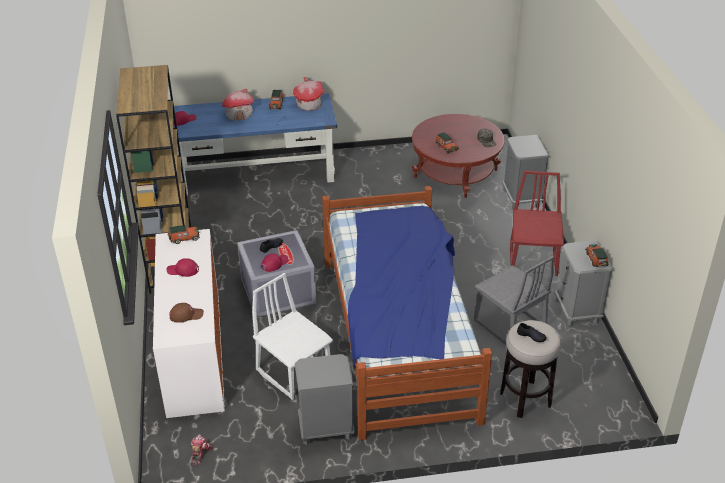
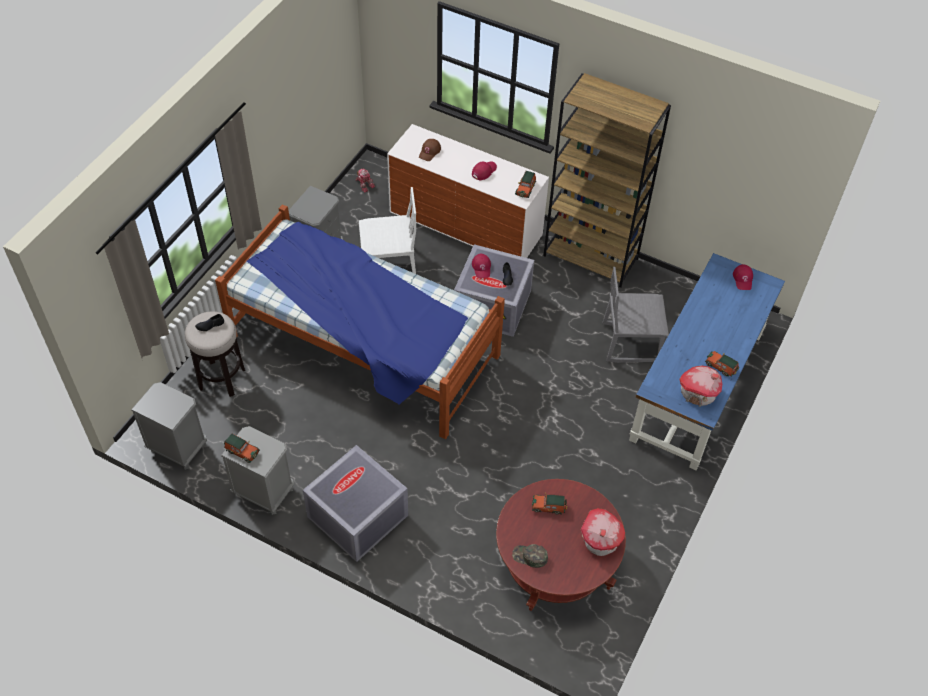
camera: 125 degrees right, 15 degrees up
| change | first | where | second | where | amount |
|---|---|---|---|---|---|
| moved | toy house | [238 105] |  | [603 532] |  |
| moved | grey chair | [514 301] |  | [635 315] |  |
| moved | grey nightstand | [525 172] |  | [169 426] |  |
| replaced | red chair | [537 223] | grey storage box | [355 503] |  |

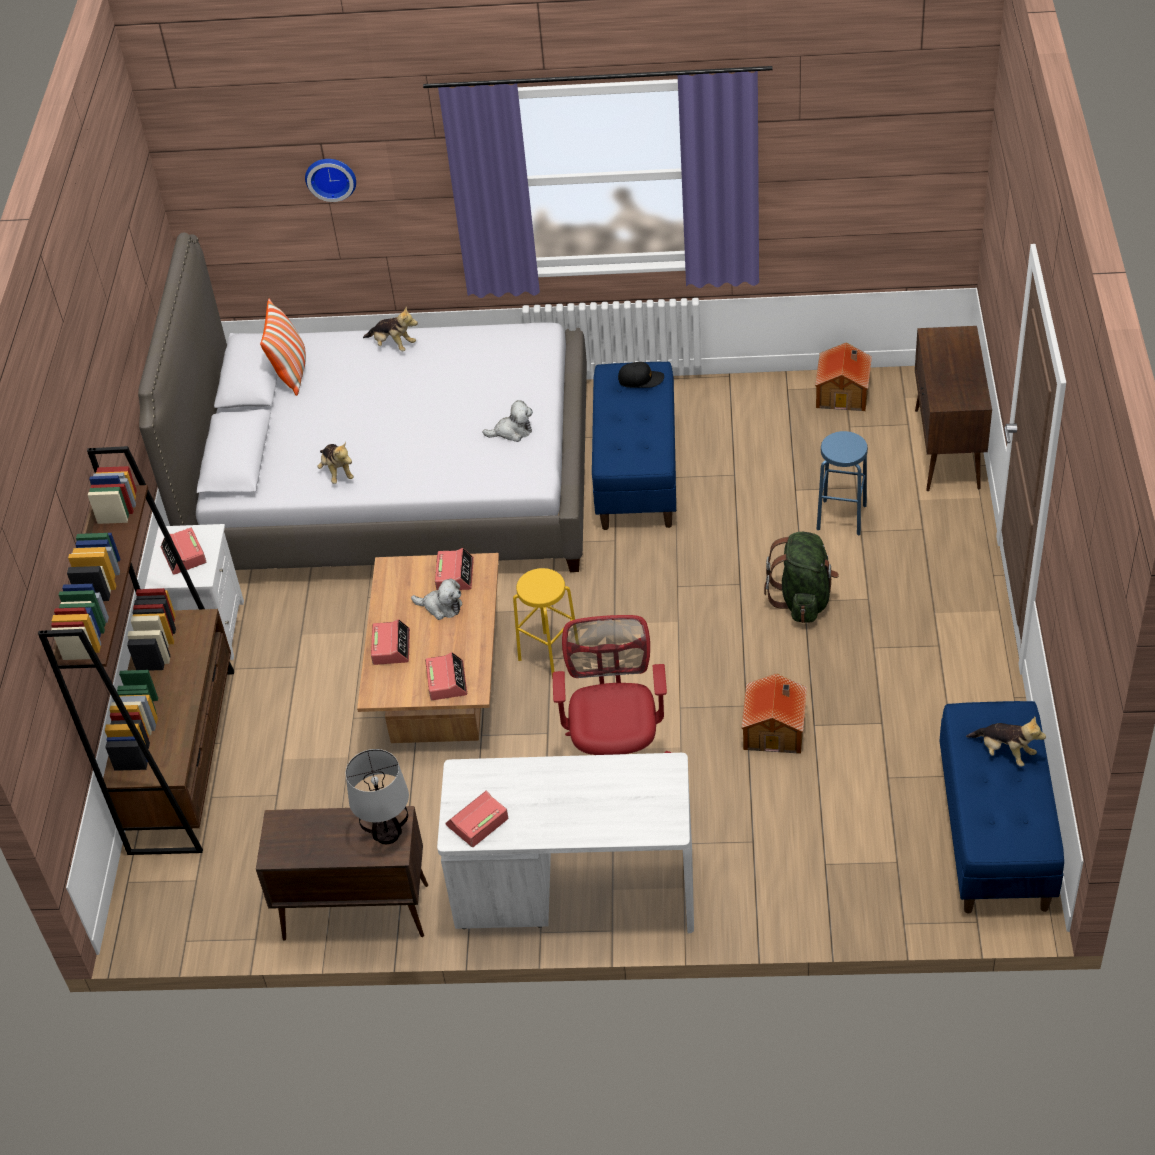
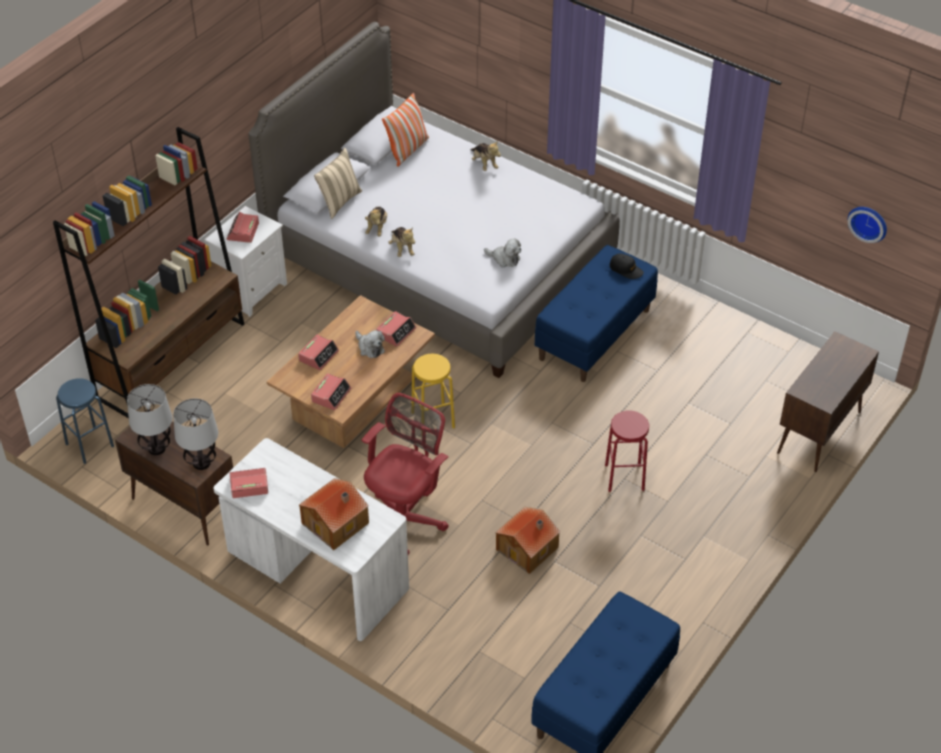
camera: 30 degrees right, 0 degrees up
| change | first | where | second | where | amount |
|---|---|---|---|---|---|
| moved | wall clock | [330 180] |  | [867 225] |  |
| replaced | green backpack | [801 577] | red stool | [627 451] |  |
| moved | toy house | [843 377] |  | [334 514] |  |
| moved | blue stool | [842 483] |  | [85 421] |  |
| moved | plush toy | [1006 742] |  | [401 242] |  |
| added |  |  | table lamp | [149 419] |  |
| added |  |  | beige pillow | [338 183] |  |

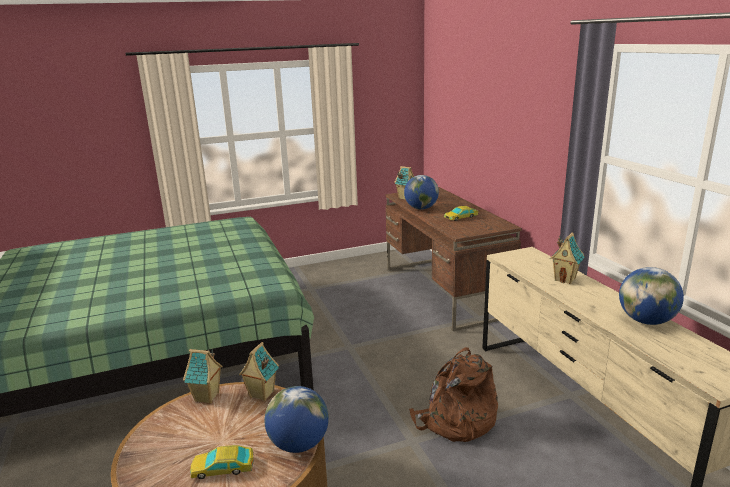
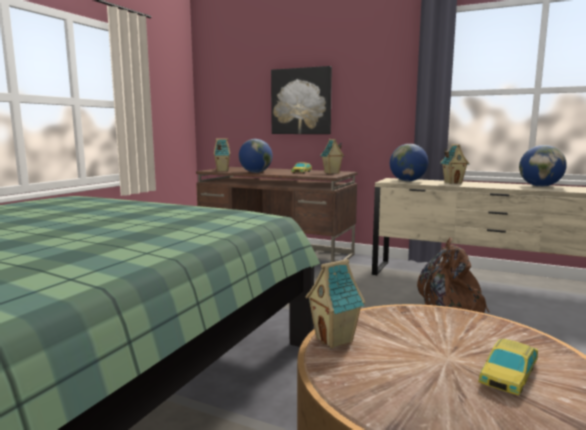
camera: 45 degrees left, 10 degrees down
| change | first | where | second | where | amount |
|---|---|---|---|---|---|
| moved | toy house | [259 371] |  | [332 156] |  |
| moved | globe | [296 419] |  | [409 162] |  |
| added |  |  | picture | [301 100] |  |

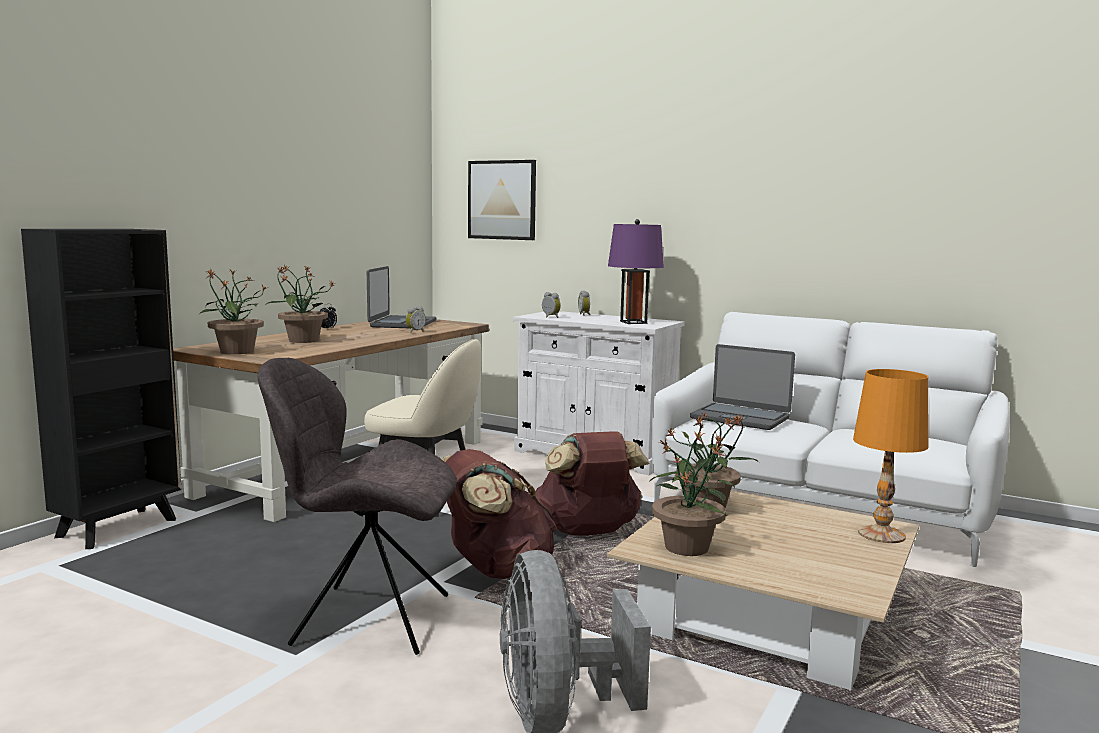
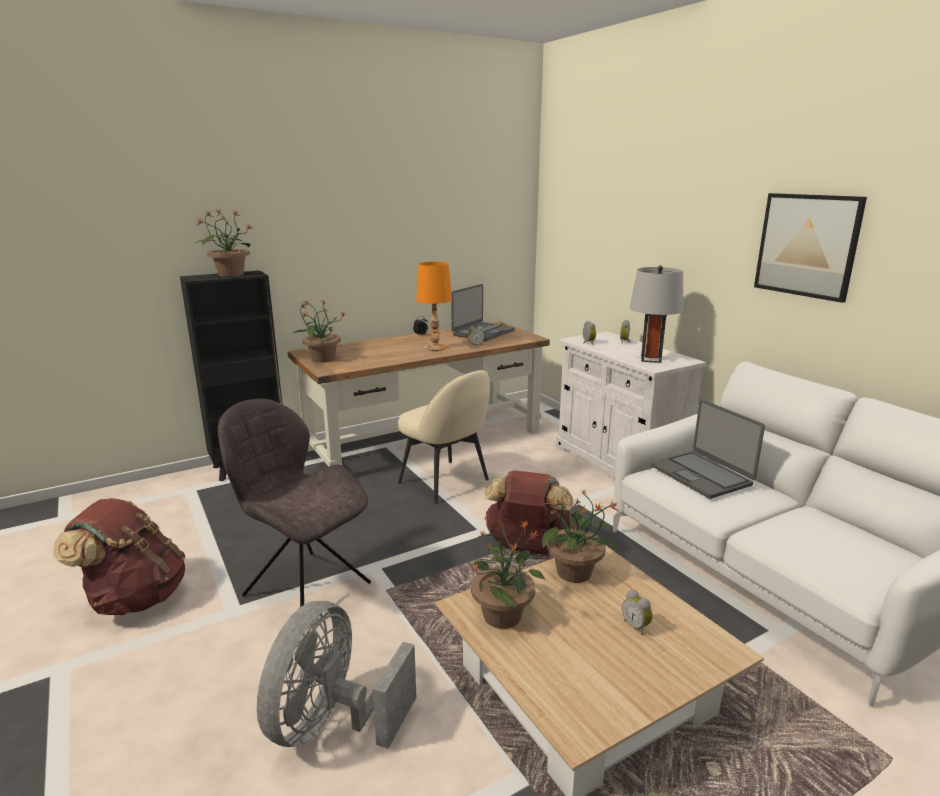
camera: 30 degrees right, 10 degrees up
| change | first | where | second | where | amount |
|---|---|---|---|---|---|
| moved | potted plant | [300 304] |  | [224 243] |  |
| moved | brown backpack | [499 514] |  | [119 556] |  |
| moved | picture | [502 200] |  | [810 248] |  |
| recoloured | purple table lamp | [636 271] | grey table lamp | [656 314] |  |
| moved | orange table lamp | [890 456] |  | [434 306] |  |
| added |  |  | alarm clock | [637 612] |  |

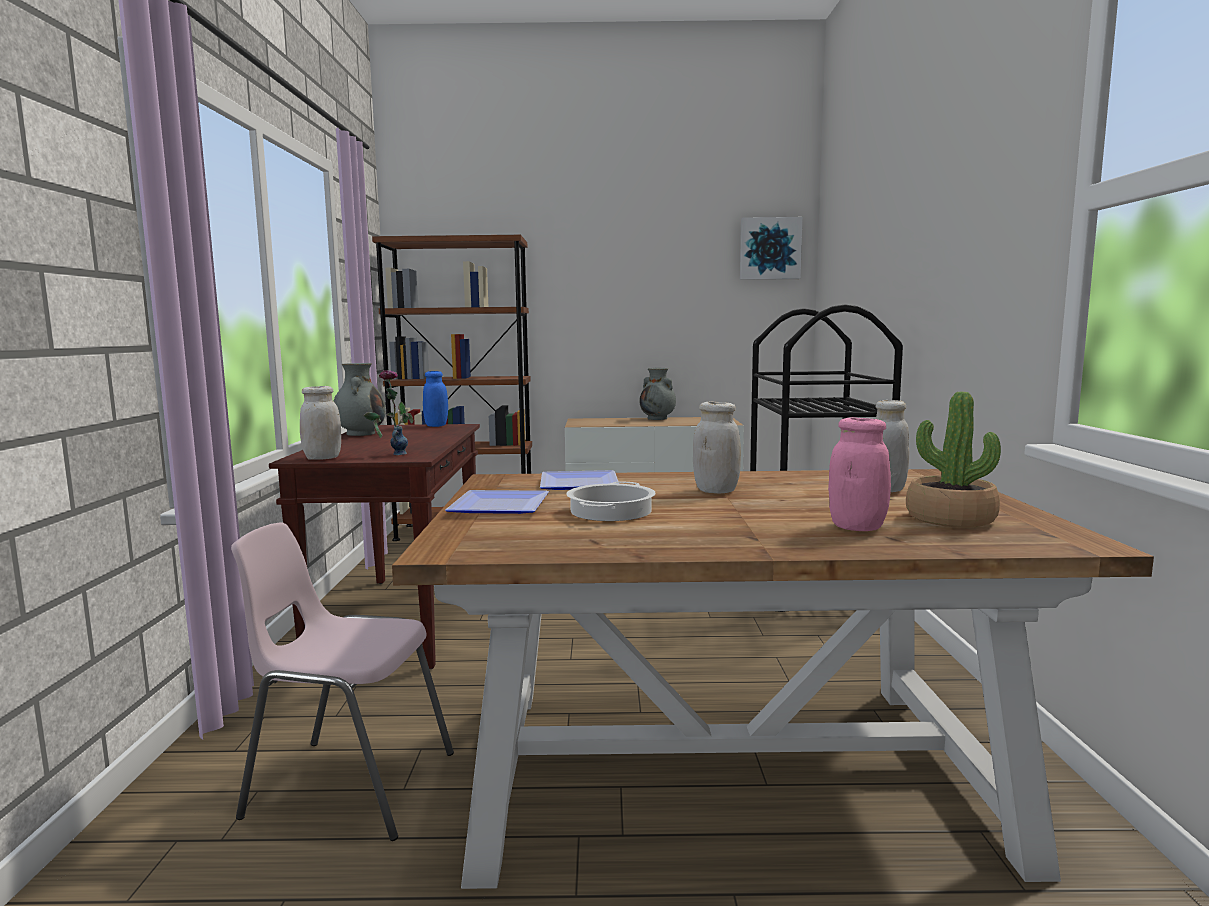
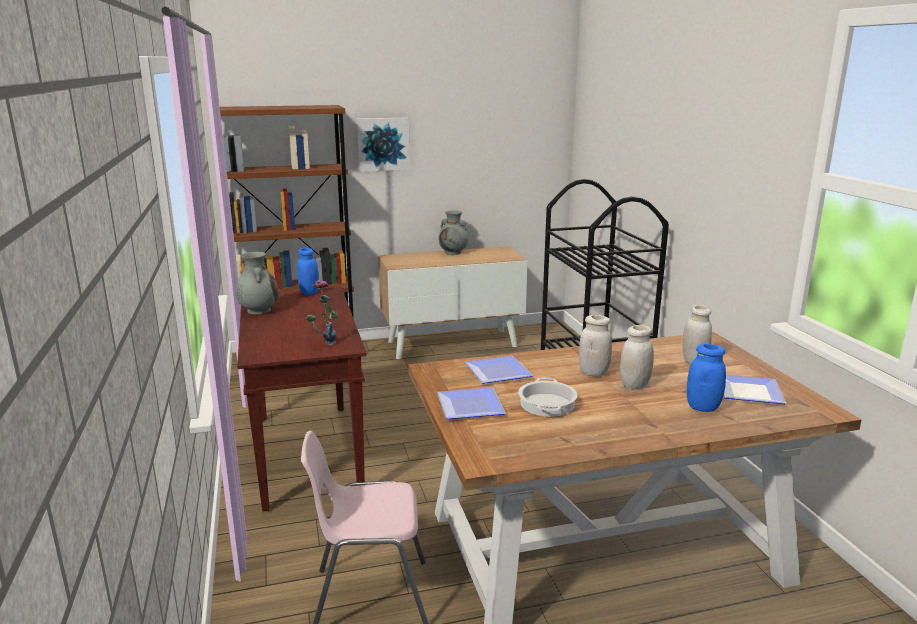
camera: 15 degrees left, 10 degrees up
| change | first | where | second | where | amount |
|---|---|---|---|---|---|
| moved | white jar | [320 423] |  | [637 357] |  |
| moved | picture | [771 248] |  | [383 145] |  |
| recoloured | pink jar | [859 474] | blue jar | [706 378] |  |
| replaced | potted plant | [953 460] | plate | [755 389] |  |

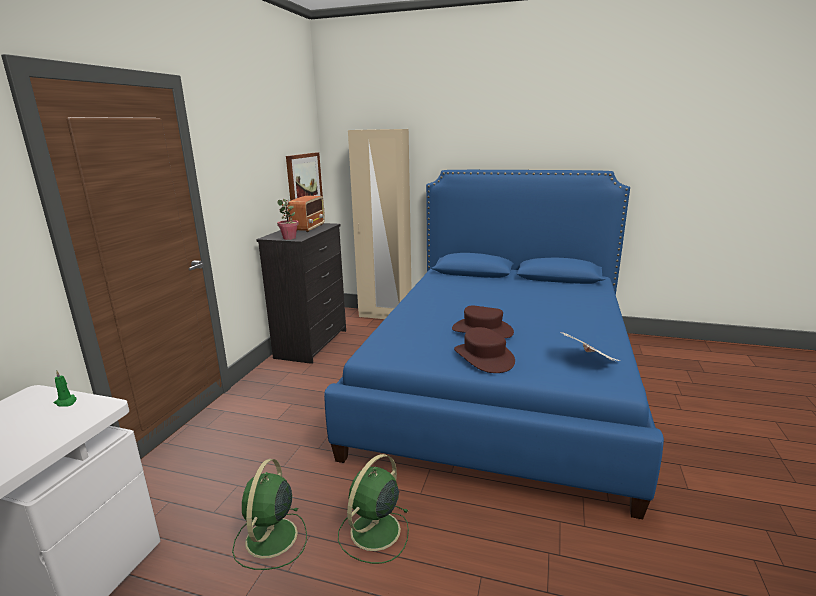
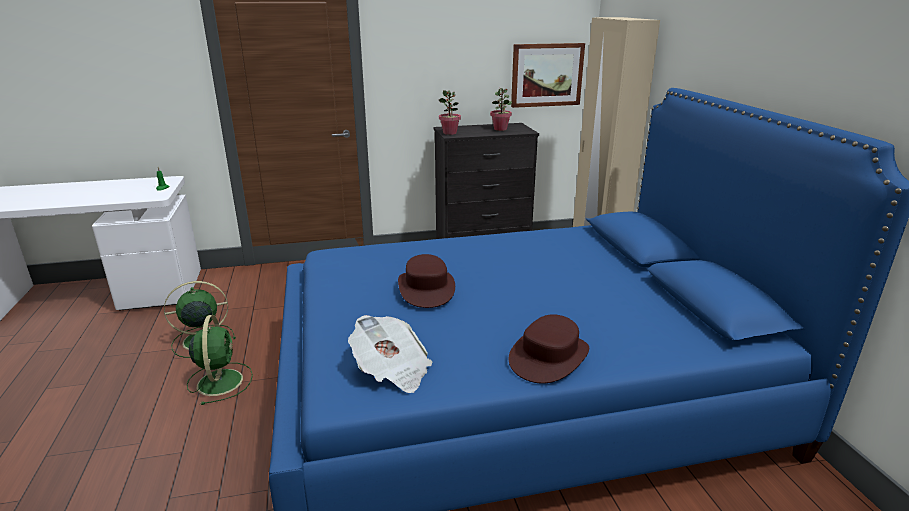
camera: 60 degrees right, 5 degrees up
| change | first | where | second | where | amount |
|---|---|---|---|---|---|
| replaced | radio | [306 214] | potted plant | [501 109] |  |
| turned | green fan | [373 509] |  | [220 360] | 75 degrees clockwise |
| moved | brown hat | [484 350] |  | [549 349] |  |

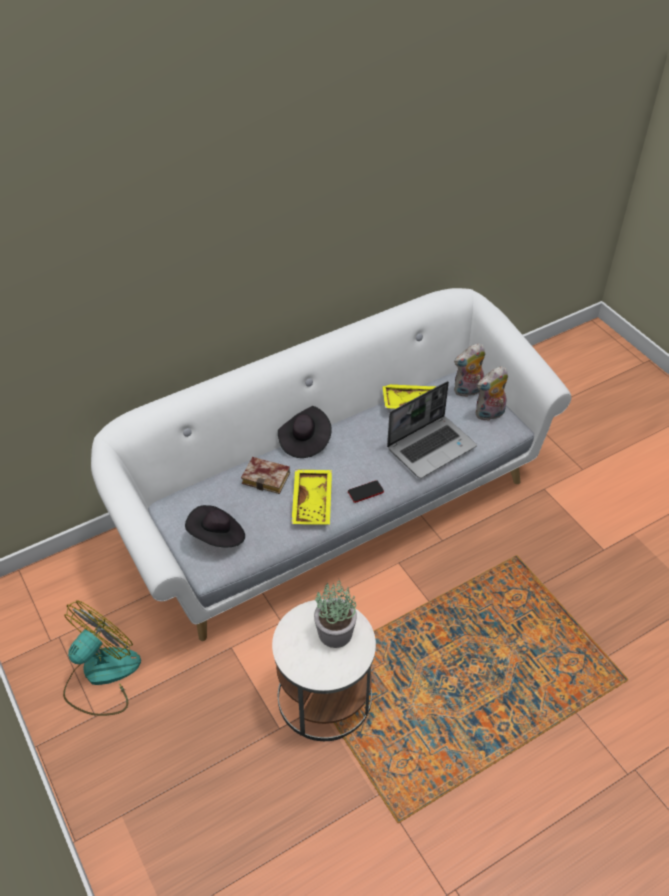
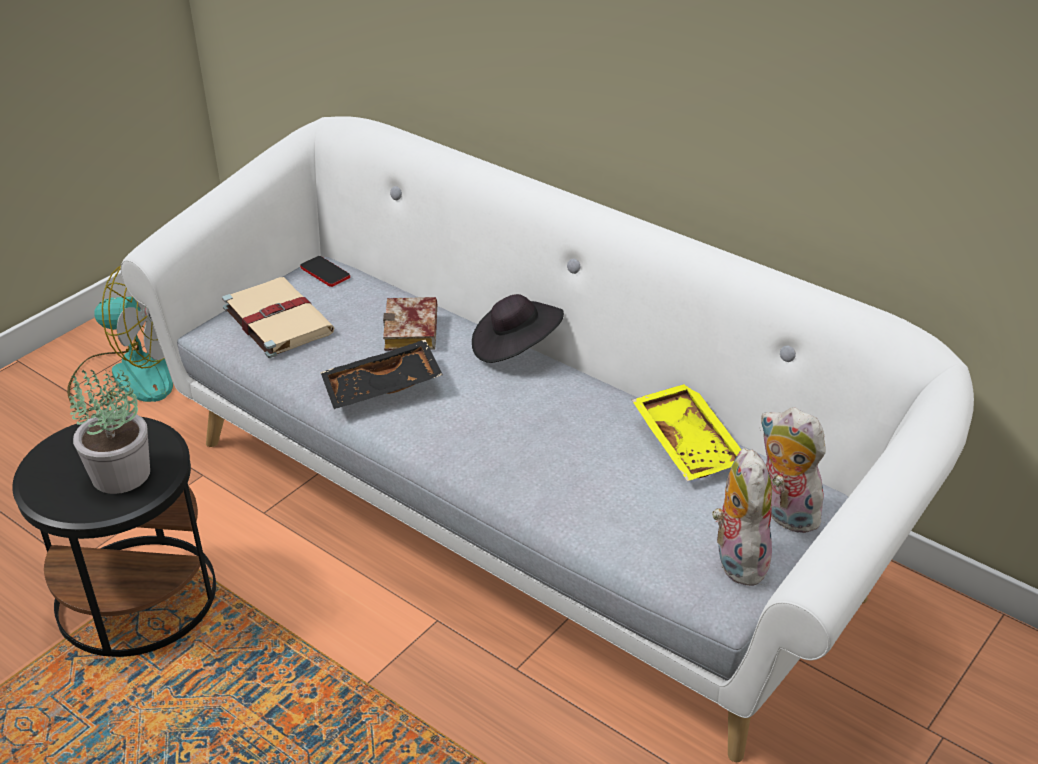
camera: 70 degrees right, 10 degrees down
| change | first | where | second | where | amount |
|---|---|---|---|---|---|
| replaced | black hat | [215 526] | beige book | [278 317] |  |
| recoloured | white side table | [324 670] | black side table | [114 537] |  |
| recoloured | yellow tray | [311 497] | black tray | [381 374] |  |
| moved | phone | [366 491] |  | [325 271] |  |
| removed | laptop | [432 429] |  |  |  |
| turned | plush toy | [492 393] |  | [742 517] | 45 degrees clockwise |

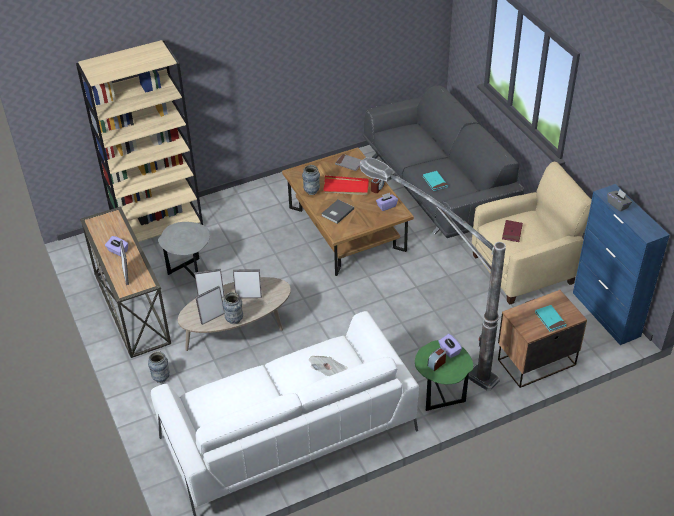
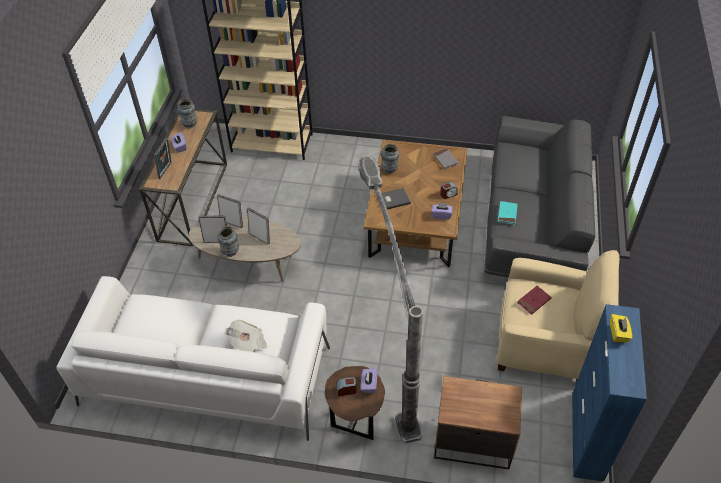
camera: 35 degrees right, 5 degrees up
| change | first | where | second | where | amount |
|---|---|---|---|---|---|
| moved | vase | [159 367] |  | [187 113] |  |
| removed | grey side table | [184 250] |  |  |  |
| removed | red tray | [346 185] |  |  |  |
| recoloured | green side table | [444 375] | brown side table | [355 403] |  |
| removed | turquoise book | [551 318] |  |  |  |
| recoloured | grey tissue box | [619 200] | yellow tissue box | [621 328] |  |

